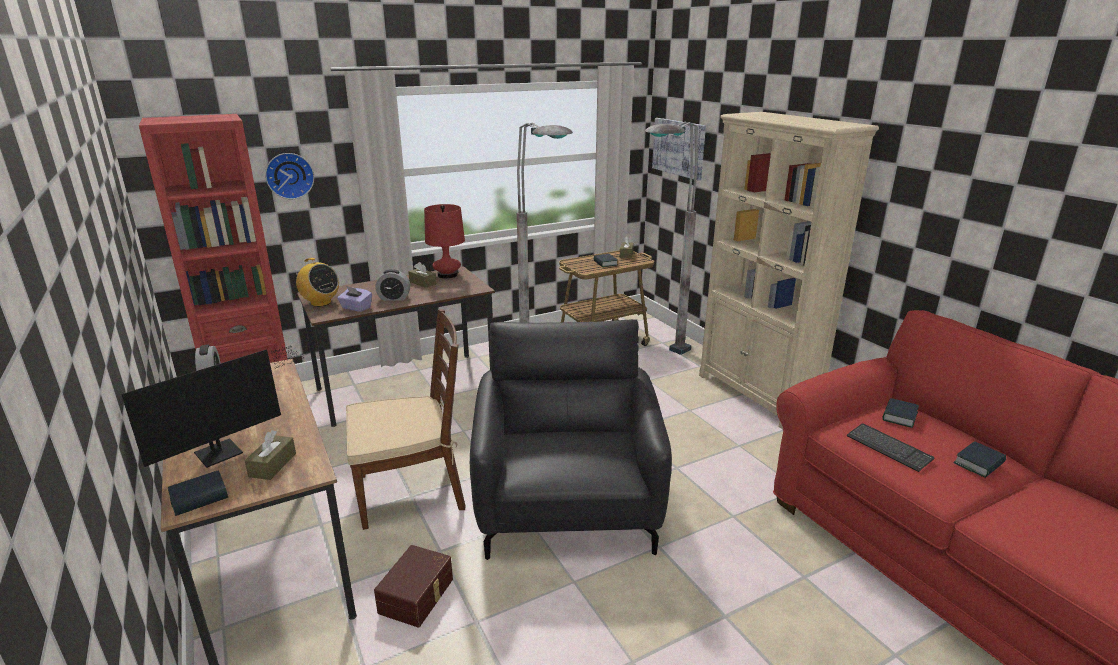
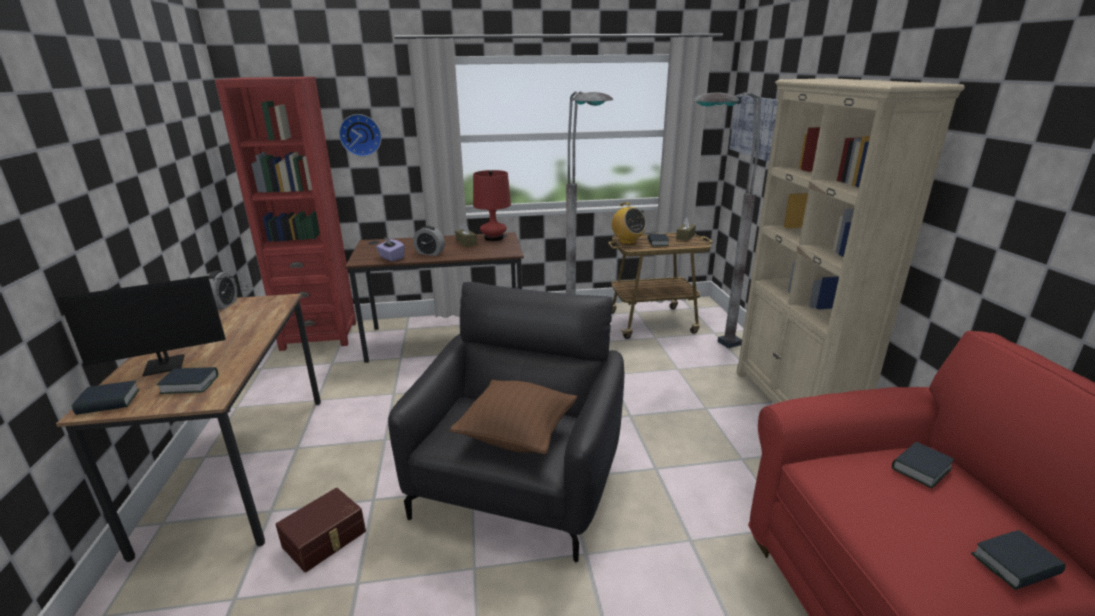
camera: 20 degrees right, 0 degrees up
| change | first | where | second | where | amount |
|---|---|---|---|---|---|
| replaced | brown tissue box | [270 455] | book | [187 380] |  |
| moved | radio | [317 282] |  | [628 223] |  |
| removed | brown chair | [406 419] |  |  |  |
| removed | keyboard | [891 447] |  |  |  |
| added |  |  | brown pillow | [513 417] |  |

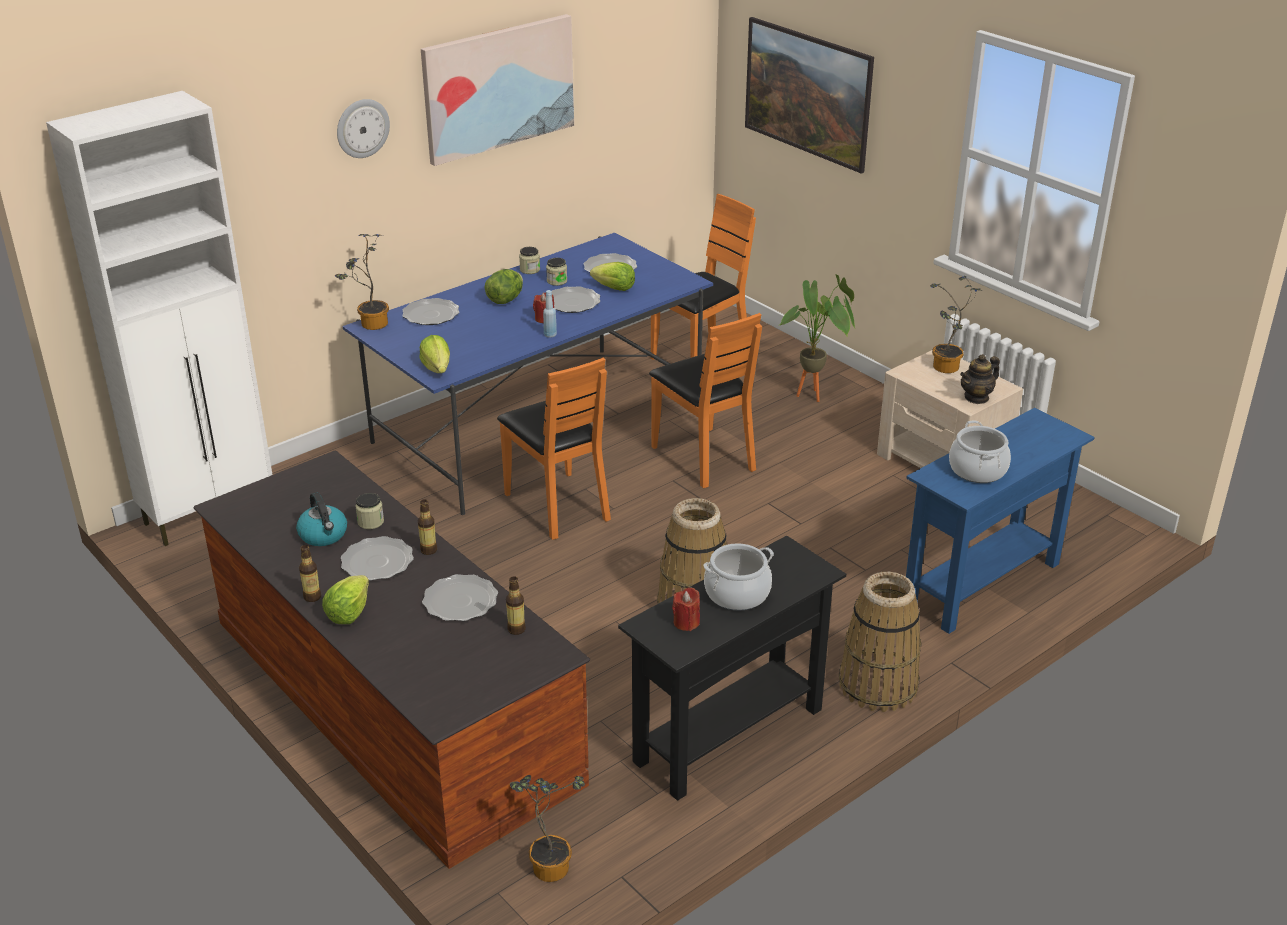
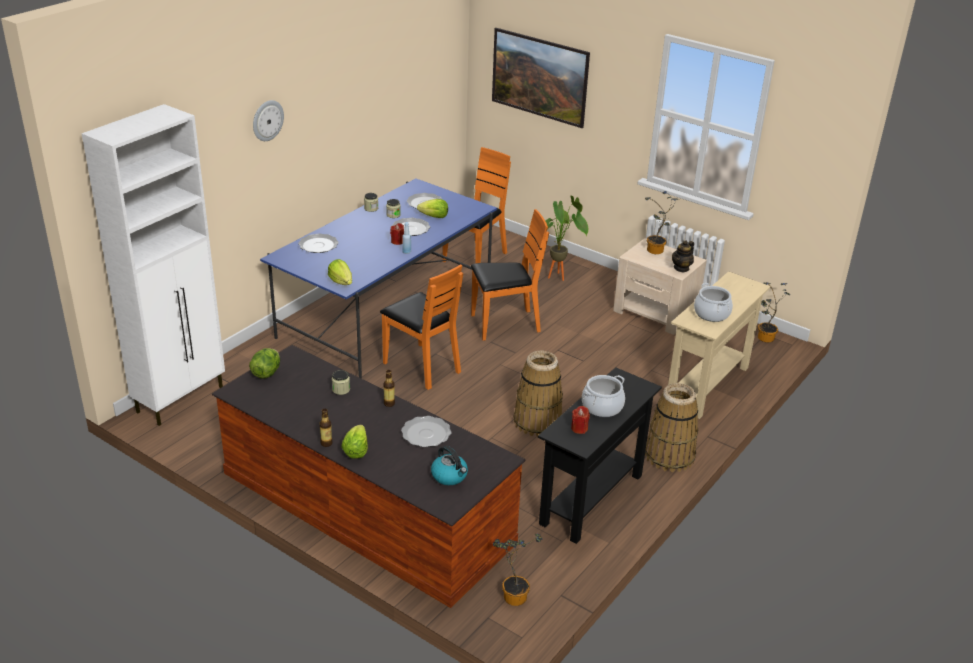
camera: 15 degrees left, 0 degrees up
| change | first | where | second | where | amount |
|---|---|---|---|---|---|
| moved | kettle | [321 519] |  | [449 465] |  |
| moved | potted plant | [362 282] |  | [774 312] |  |
| removed | plate | [377 558] |  |  |  |
| removed | picture | [497 90] |  |  |  |
| moved | lettuce | [504 286] |  | [264 363] |  |
| removed | bottle | [516 605] |  |  |  |
| turned | orange chair | [705 400] |  | [510 275] | 60 degrees counterclockwise |
| recoloured | blue console table | [1000 521] | beige console table | [719 345] |  |

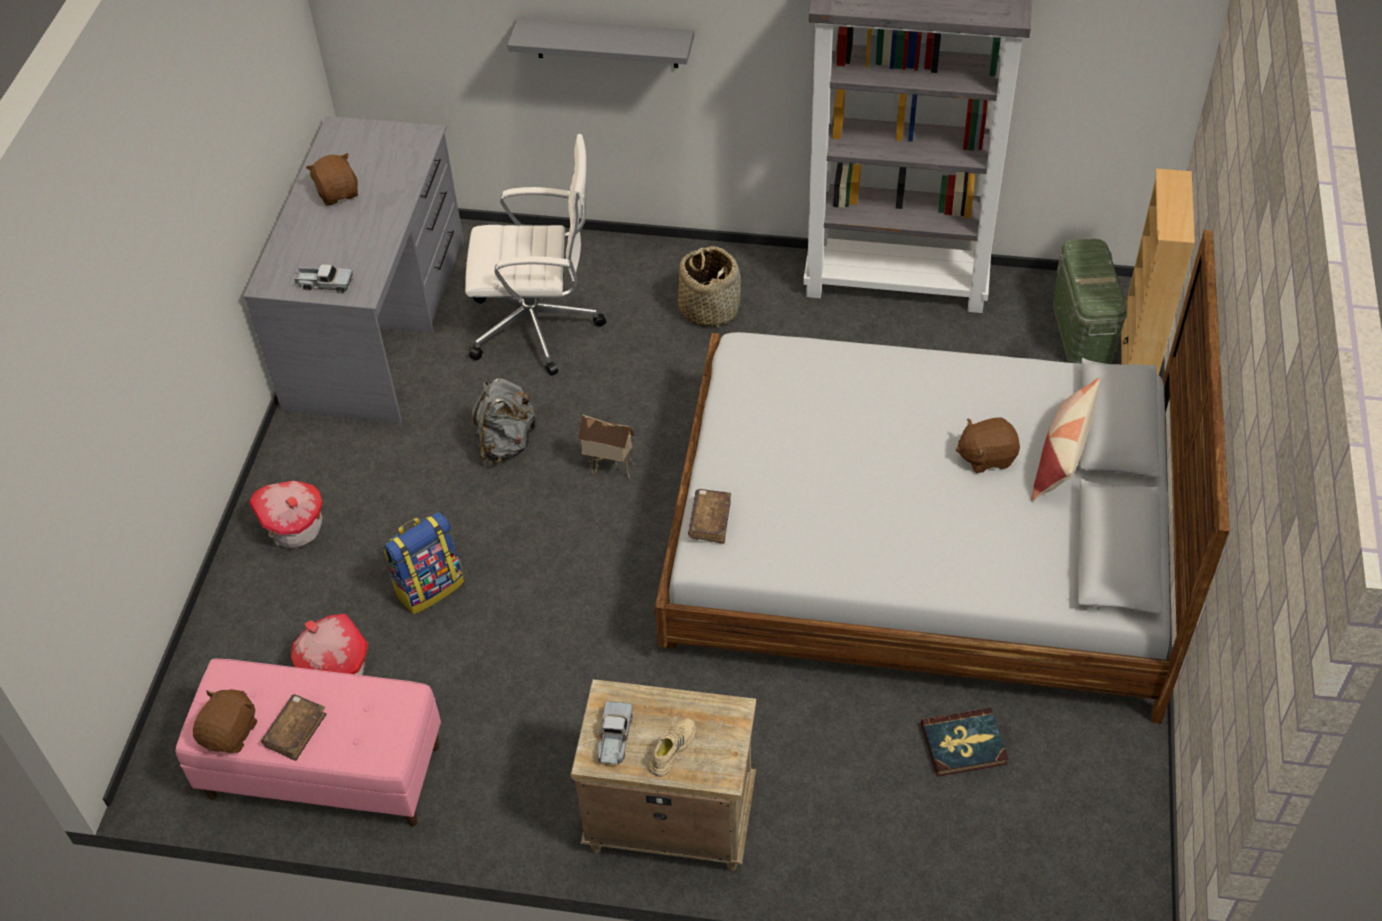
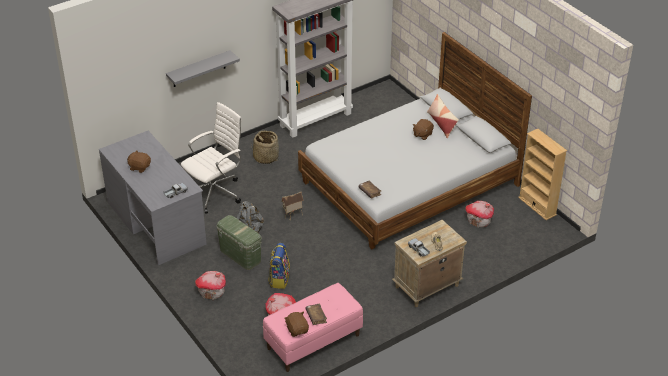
camera: 45 degrees left, 10 degrees down
| change | first | where | second | where | amount |
|---|---|---|---|---|---|
| replaced | book | [965 742] | toy house | [479 214] |  |
| moved | green storage box | [1090 301] |  | [239 242] |  |
| moved | beige bookcase | [1158 271] |  | [542 174] |  |

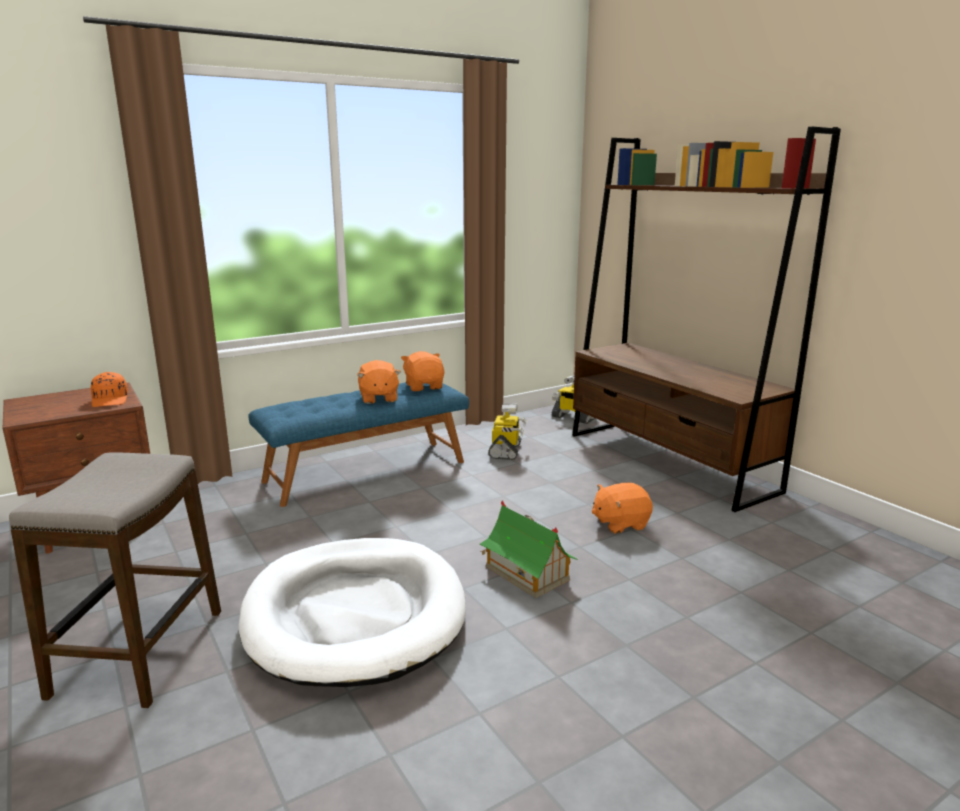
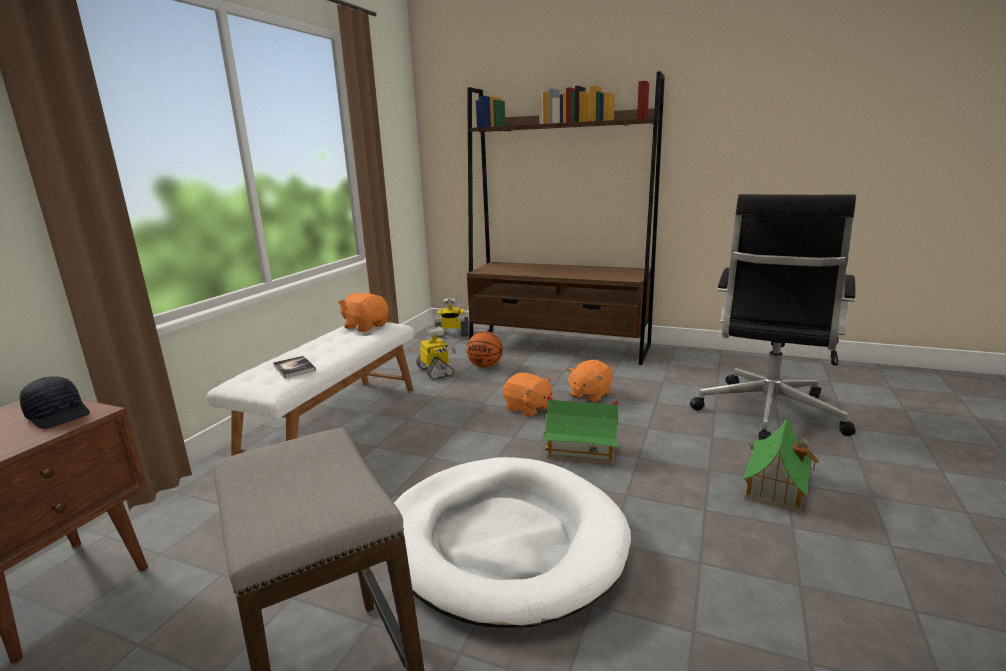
camera: 35 degrees left, 0 degrees up
| change | first | where | second | where | amount |
|---|---|---|---|---|---|
| recoloured | orange cap | [109 389] | black cap | [55 402] |  |
| recoloured | blue bench | [358 444] | white bench | [310 389] |  |
| moved | orange plush toy | [379 382] |  | [527 395] |  |
| added |  |  | book | [294 367] |  |
| added |  |  | basketball | [485 349] |  |
| added |  |  | black office chair | [773 317] |  |
| added |  |  | toy house | [781 462] |  |

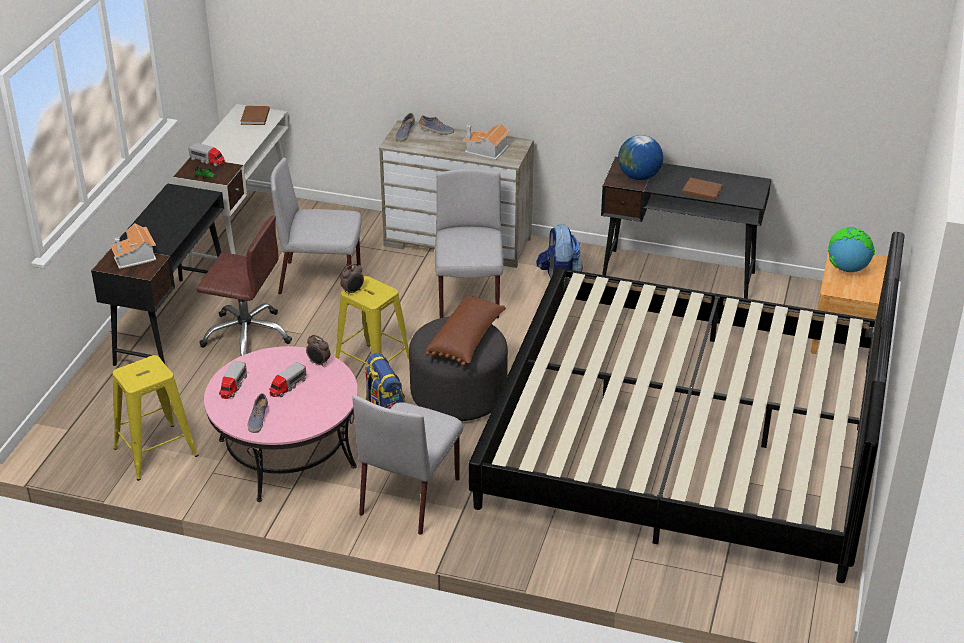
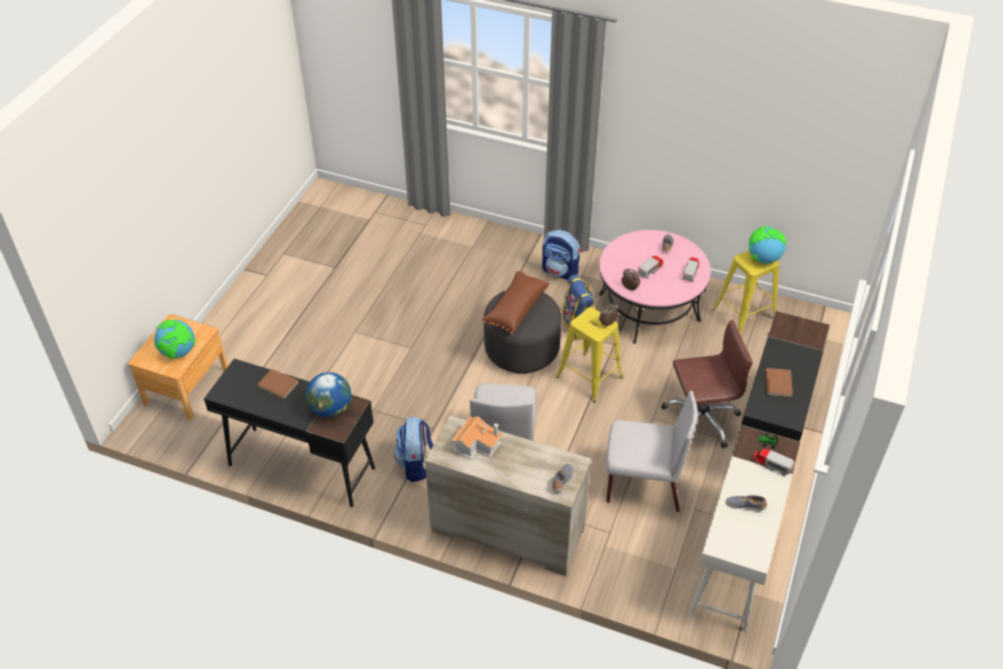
camera: 175 degrees left, 10 degrees up
| change | first | where | second | where | amount |
|---|---|---|---|---|---|
| removed | toy house | [133 246] |  |  |  |
| turned | brown office chair | [244 286] |  | [707 384] | 150 degrees clockwise |
| moved | brown book | [255 115] |  | [779 382] |  |
| replaced | grey chair | [407 465] | backpack | [561 255] |  |
| moved | shoe | [436 125] |  | [746 502] |  |
| removed | bed | [686 407] |  |  |  |
| added |  |  | globe | [768 245] |  |

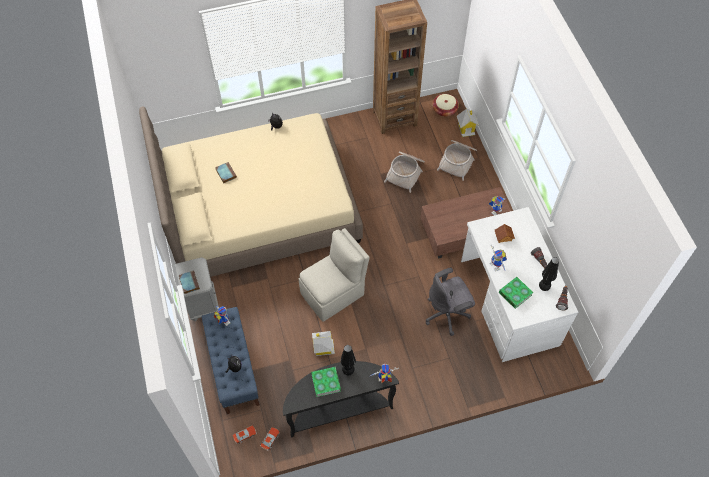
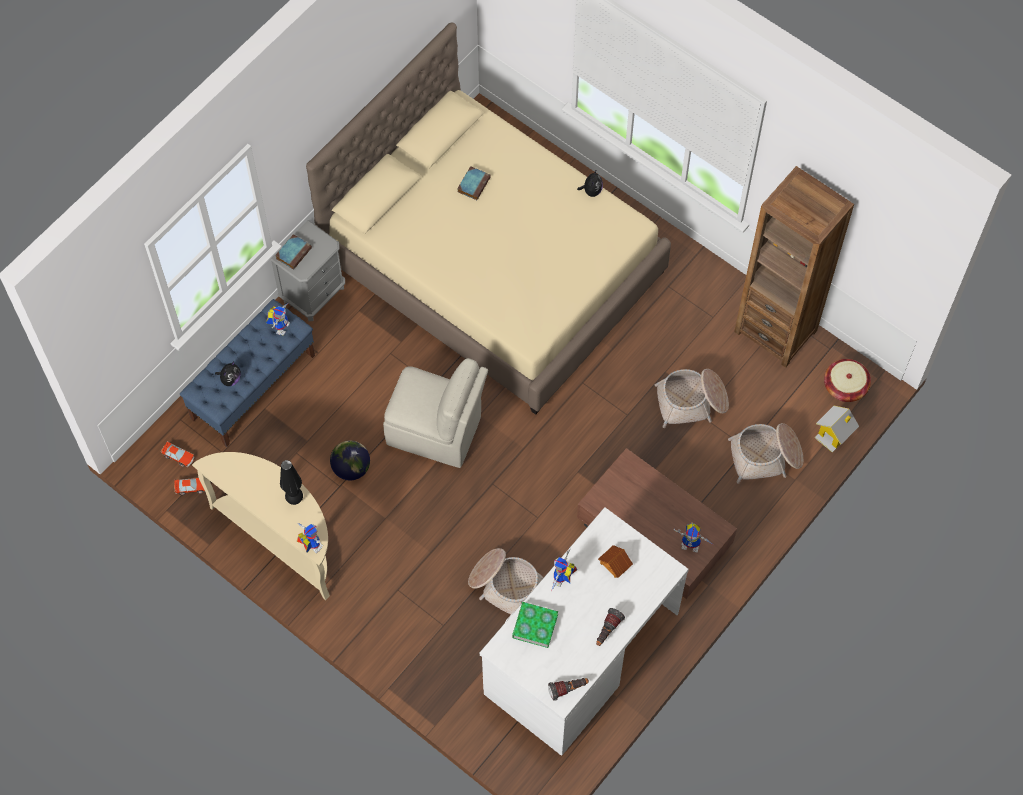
camera: 55 degrees right, 5 degrees up
| change | first | where | second | where | amount |
|---|---|---|---|---|---|
| recoloured | black console table | [341 399] | beige console table | [261 526] |  |
| removed | book | [326 382] |  |  |  |
| replaced | toy house | [323 343] | globe | [350 460] |  |
| replaced | grey office chair | [450 301] | basket | [505 581] |  |
| removed | black table lamp | [549 274] |  |  |  |

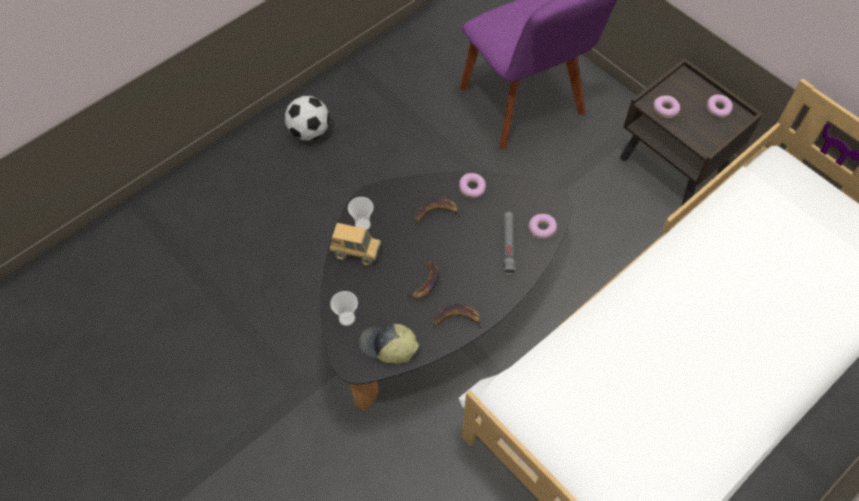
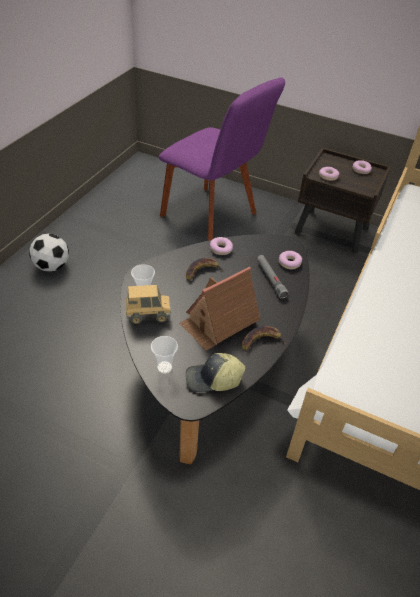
camera: 25 degrees left, 15 degrees down
| change | first | where | second | where | amount |
|---|---|---|---|---|---|
| replaced | banana | [421 279] | toy house | [220 309] |  |

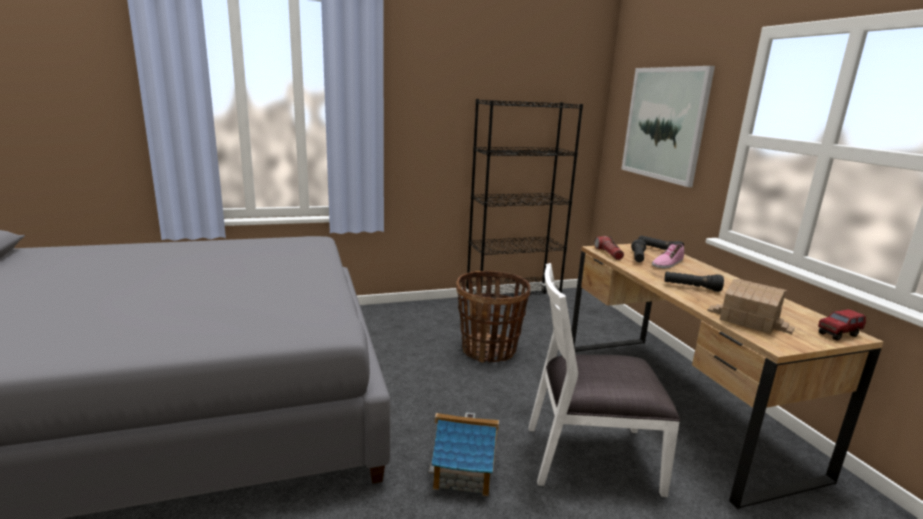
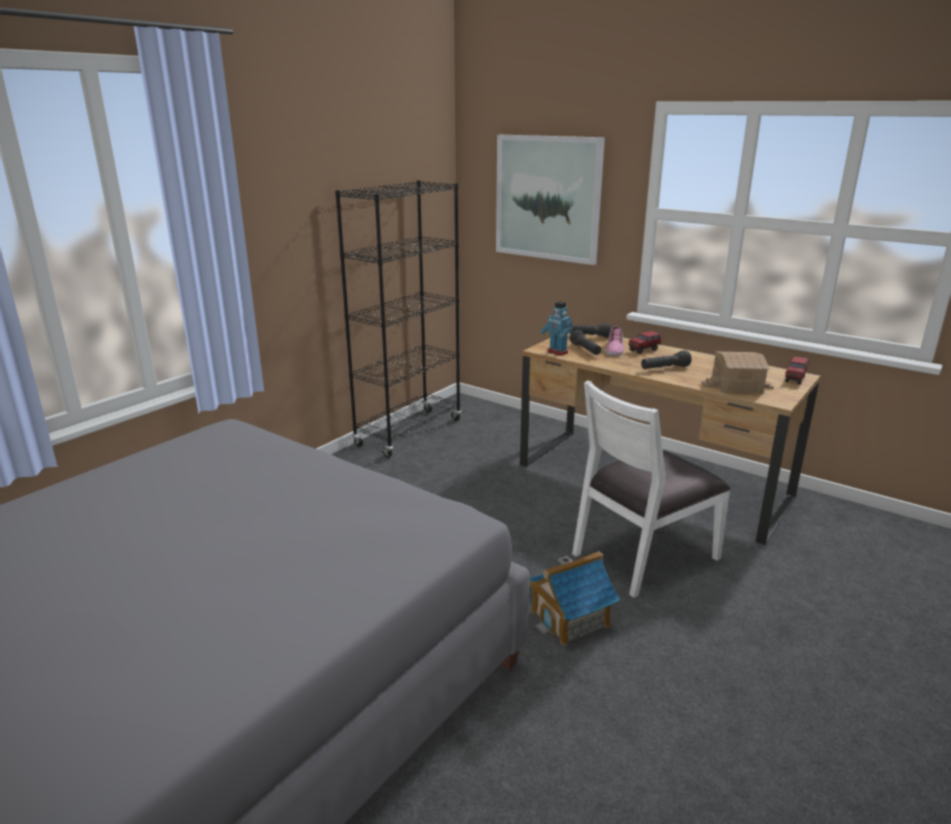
camera: 35 degrees left, 5 degrees up
| change | first | where | second | where | amount |
|---|---|---|---|---|---|
| removed | basket | [493 317] |  |  |  |
| replaced | flashlight | [609 248] | toy robot | [556 328] |  |
| added |  |  | toy truck | [645 342] |  |

